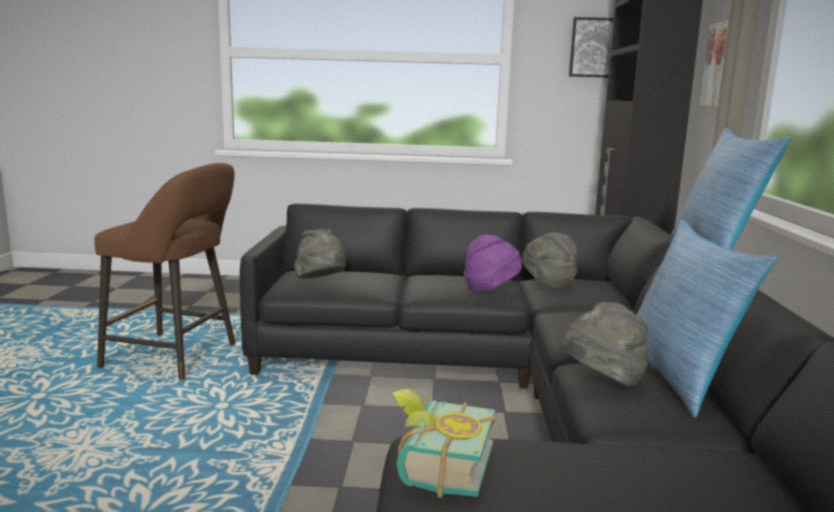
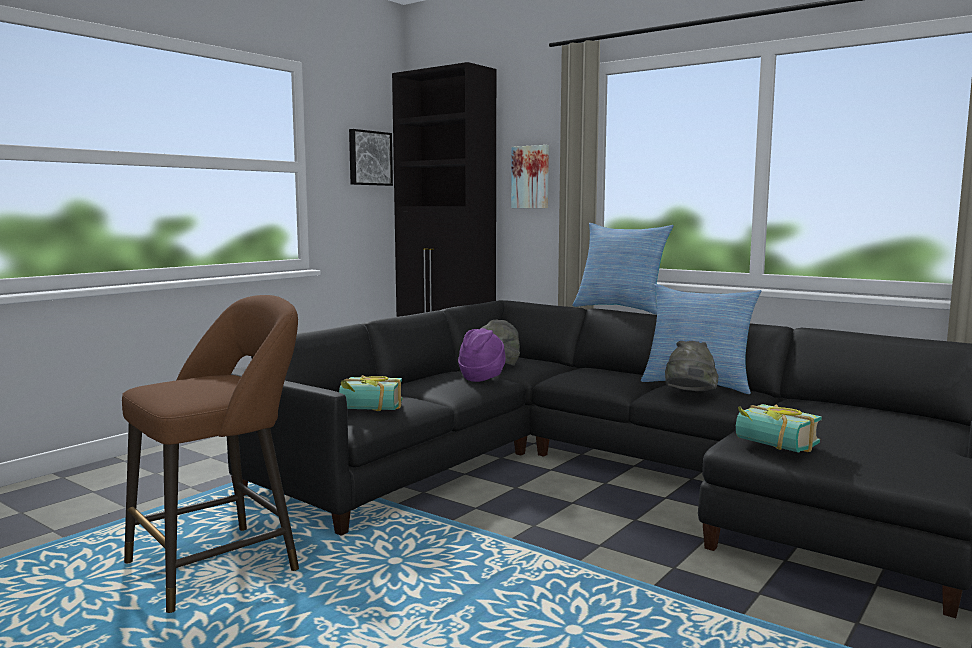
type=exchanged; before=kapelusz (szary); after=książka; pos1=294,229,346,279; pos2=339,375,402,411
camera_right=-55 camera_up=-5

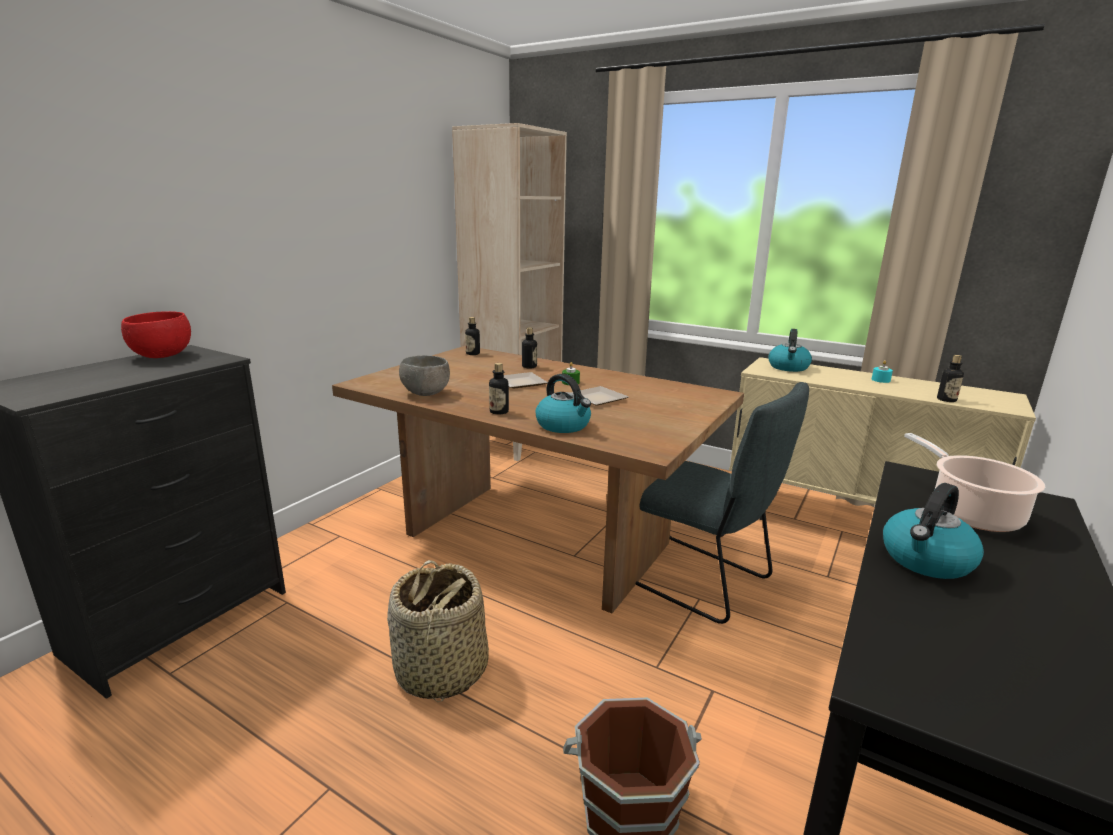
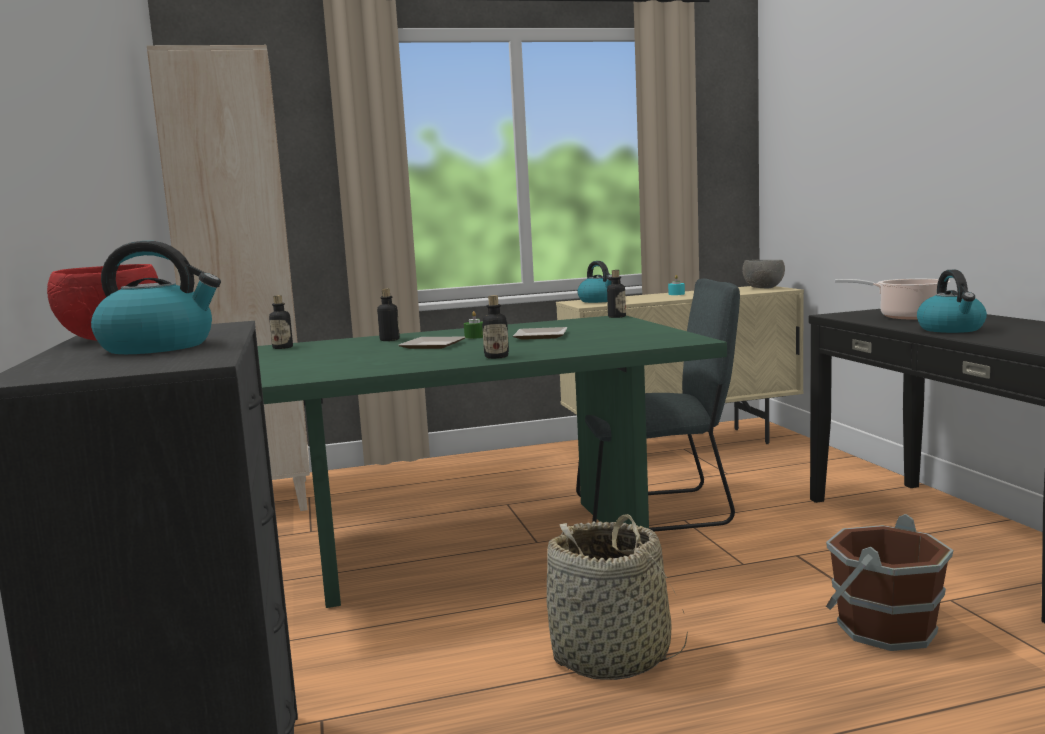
type=colour; before=stół jadalny (brązowy); after=stół jadalny (zielony); pos1=332,346,744,613; pos2=257,316,727,608
type=relocated; before=miska (szary); pos1=399,355,450,396; pos2=743,260,785,289
type=relocated; before=czajnik; pos1=536,374,591,433; pos2=91,241,221,354
type=relocated; before=butelka; pos1=937,355,964,402; pos2=607,270,626,318
camera_right=-45 camera_up=-10

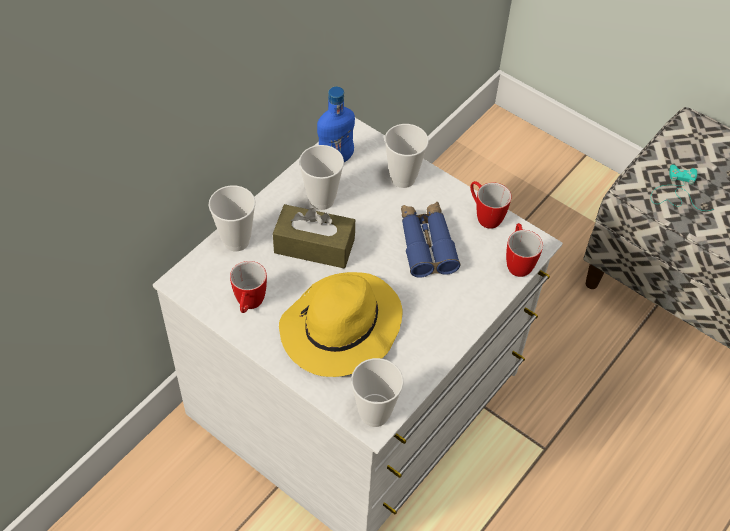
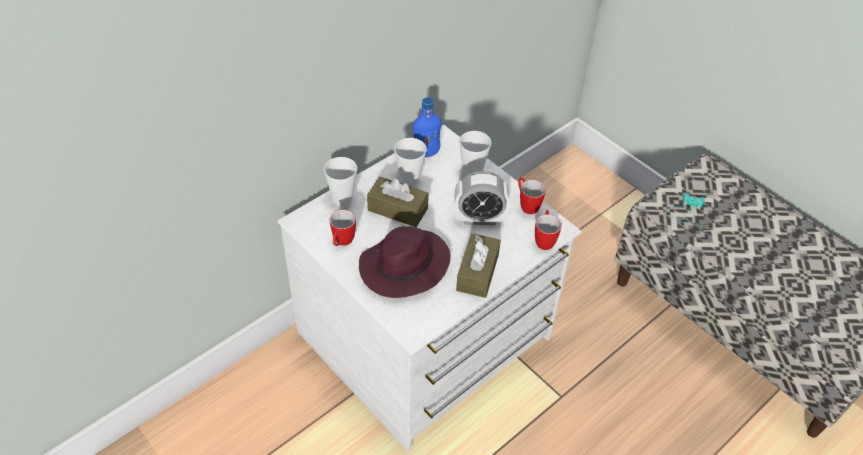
type=colour; before=kapelusz (żółty); after=kapelusz (fioletowy); pos1=279,272,402,377; pos2=359,226,451,298
type=missing; before=filiżanka; pos1=351,358,404,427
type=exchanged; before=lornetka (niebieski); after=budzik; pos1=401,202,461,278; pos2=455,171,510,225
type=appeared; after=pudełko chusteczek (brązowy); pos2=456,233,501,298
camera_right=10 camera_up=-5

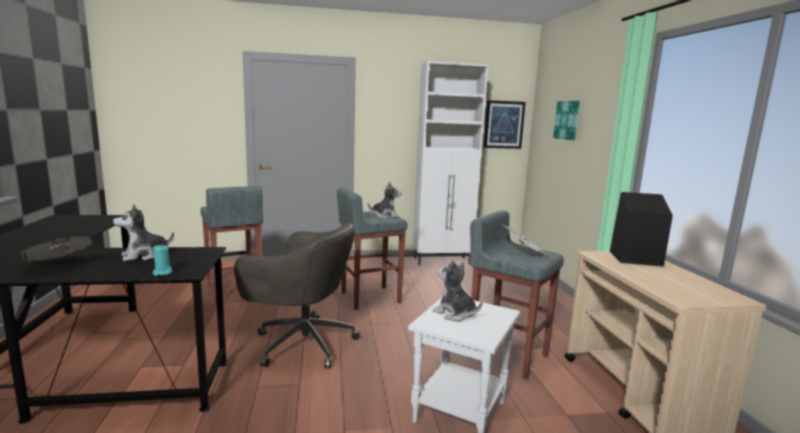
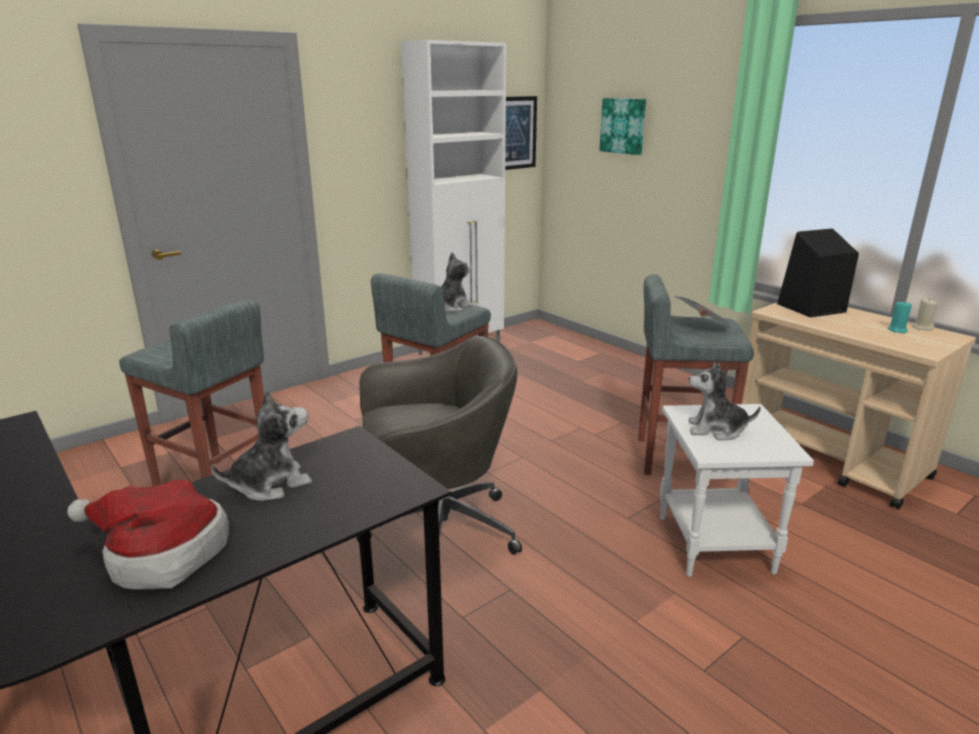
type=exchanged; before=gazeta; after=kapelusz; pos1=20,236,93,261; pos2=67,480,229,590
type=spun; before=pluszak; pos1=113,204,174,261; pos2=211,389,312,501; turn=-150
type=relocated; before=świeca (turkusowy); pos1=153,244,173,276; pos2=888,301,912,334
type=appeared; after=świeca (beżowy); pos2=912,299,938,330
camera_right=-30 camera_up=10

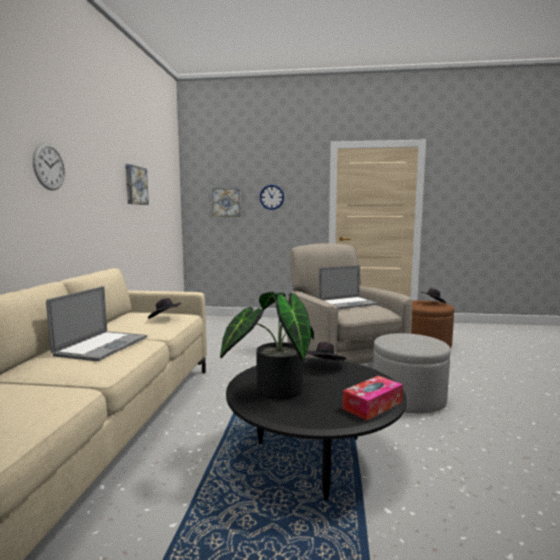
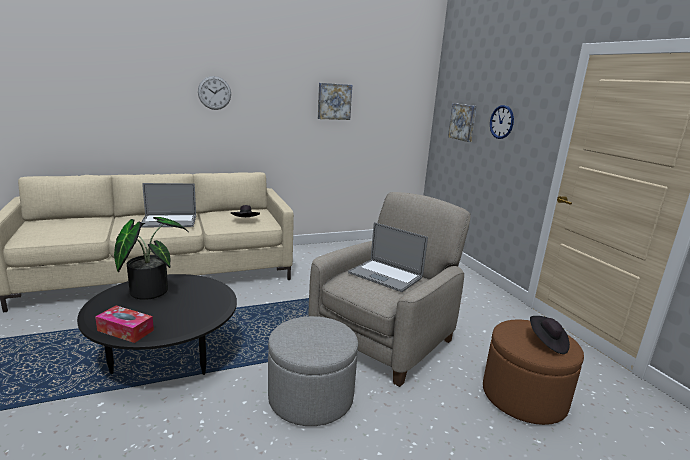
type=missing; before=kapelusz (czarny); pos1=307,342,346,361
camera_right=60 camera_up=10

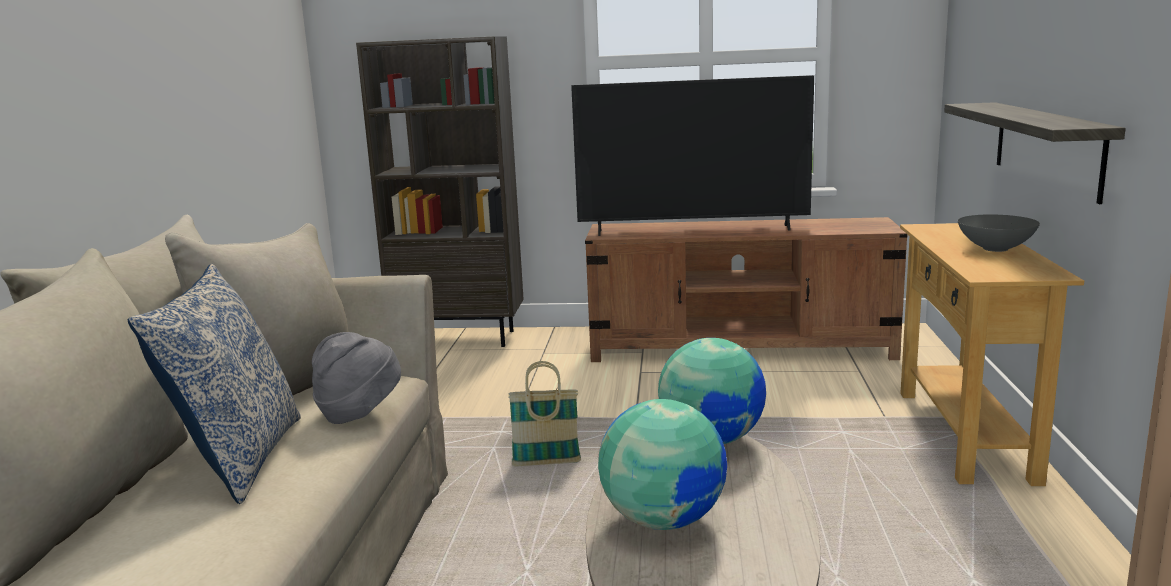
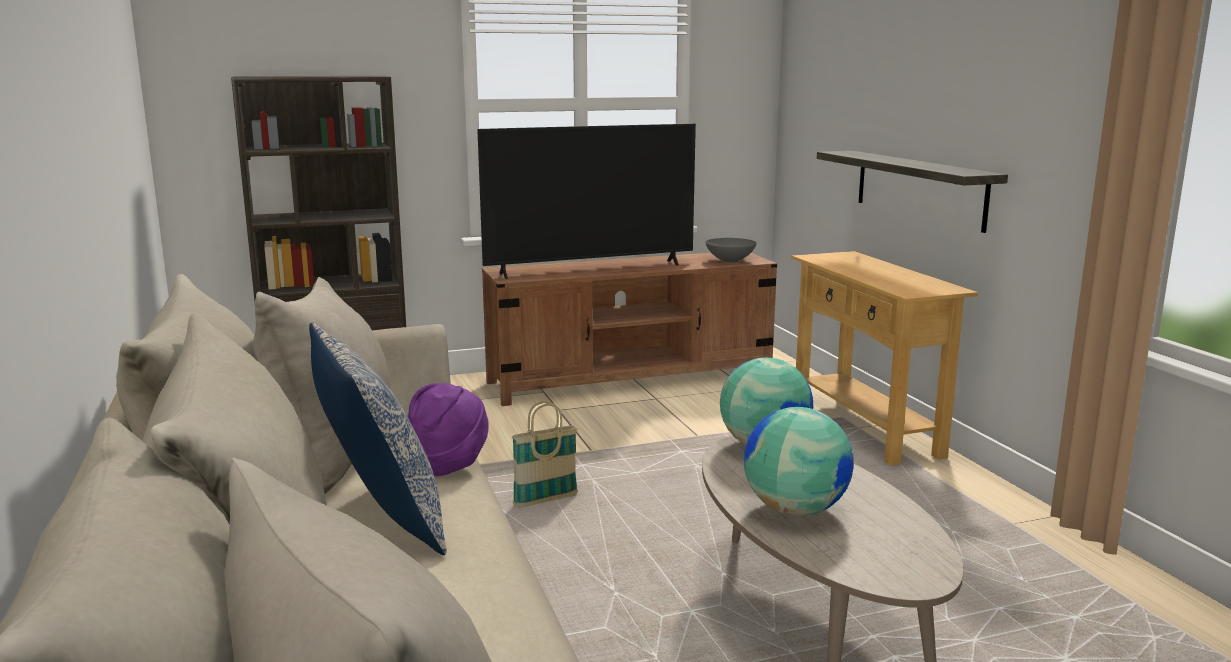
type=colour; before=kapelusz (szary); after=kapelusz (fioletowy); pos1=312,332,401,424; pos2=407,383,489,476
type=relocated; before=miska (szary); pos1=958,215,1040,252; pos2=705,238,757,263
camera_right=-25 camera_up=0

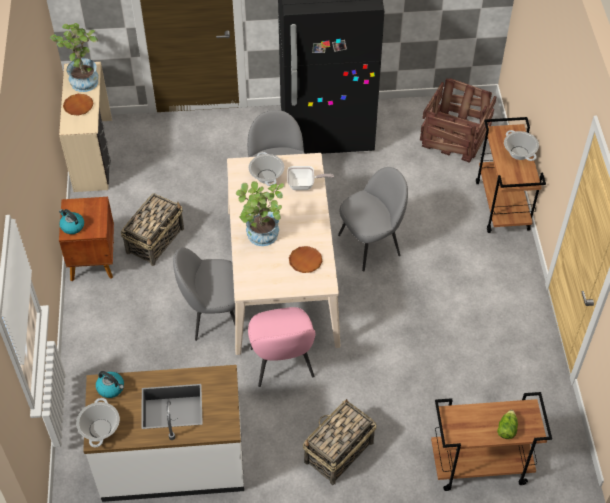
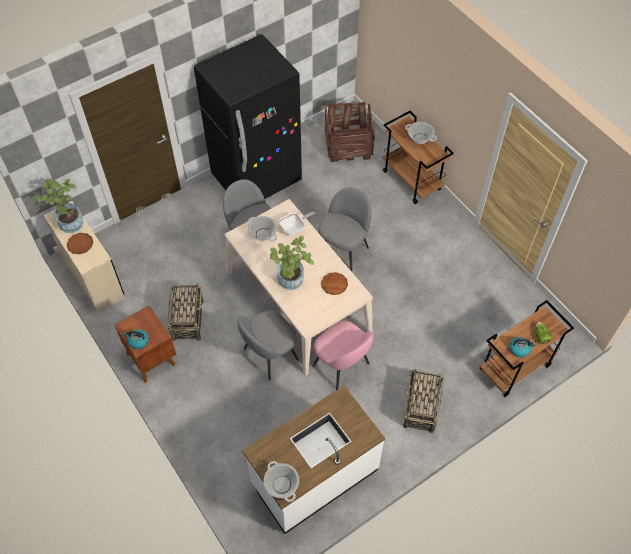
type=relocated; before=czajnik; pos1=96,371,124,398; pos2=510,337,536,357
camera_right=-30 camera_up=5

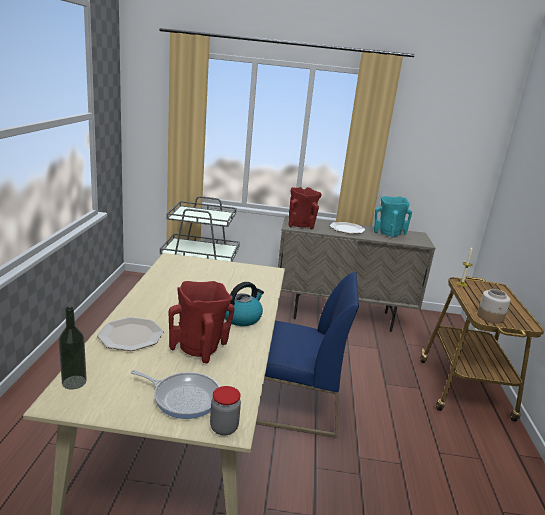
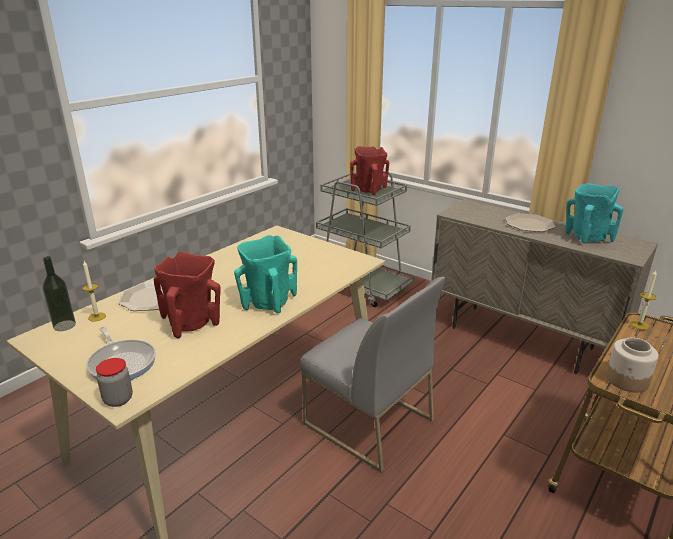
type=exchanged; before=czajnik; after=wazon (turkusowy); pos1=225,282,264,326; pos2=234,235,297,314
type=colour; before=krzesło (niebieski); after=krzesło (szary); pos1=256,272,359,438; pos2=300,277,445,473
type=relocated; before=wazon (czerwony); pos1=288,187,322,229; pos2=350,146,389,195
type=appeared; after=świeca; pos2=82,261,106,322
camera_right=35 camera_up=5

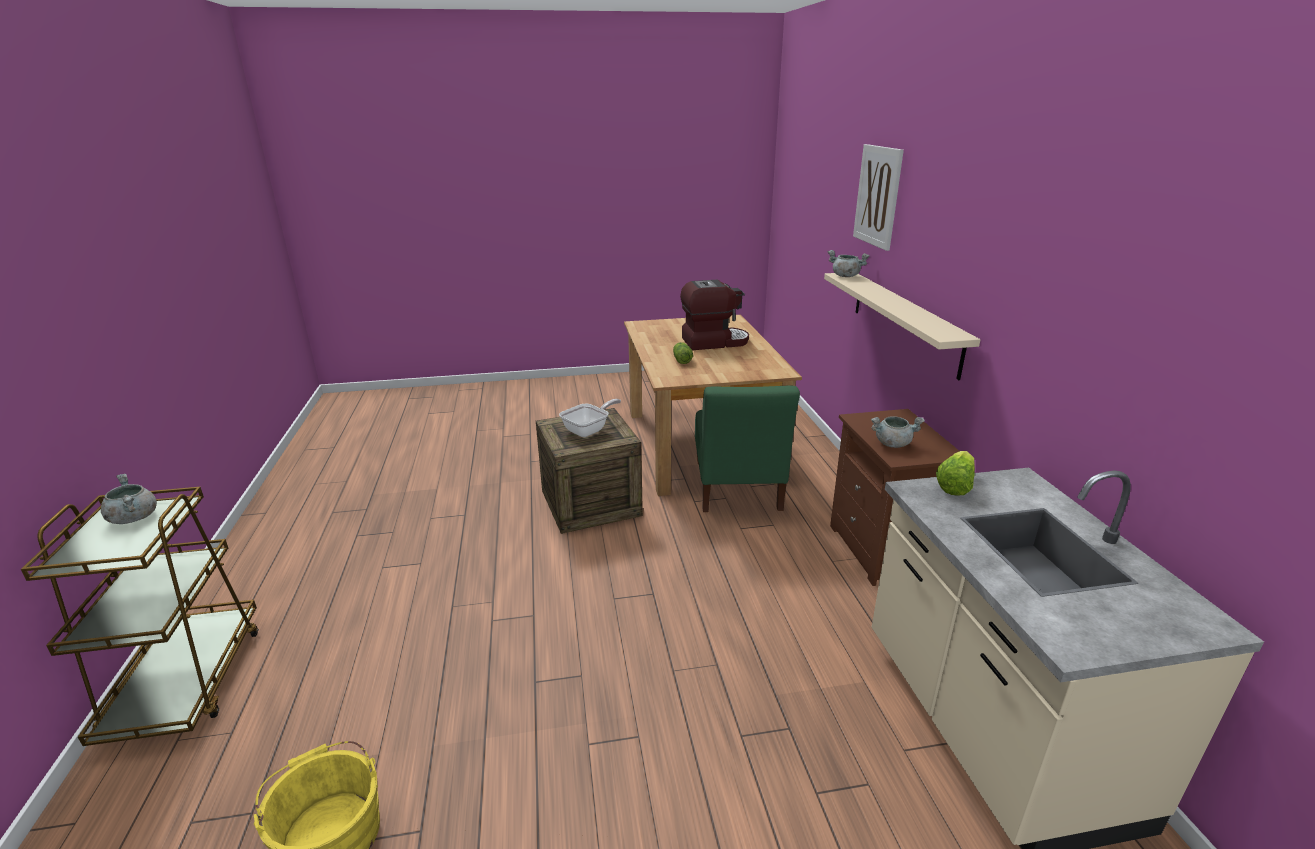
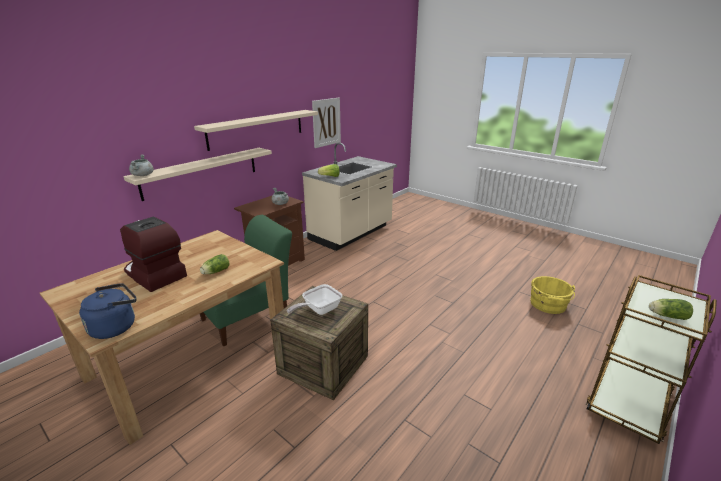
type=exchanged; before=garnek (szary); after=sałata; pos1=101,474,157,524; pos2=649,299,693,320
type=spun; before=patelnia; pos1=559,399,621,437; pos2=287,284,342,315; turn=-45
type=relocated; before=obraz; pos1=853,144,904,251; pos2=312,98,341,148
type=appeared; after=czajnik (niebieski); pos2=79,283,137,339
type=appeared; after=półka (beżowy); pos2=194,110,318,151
camera_right=-130 camera_up=0

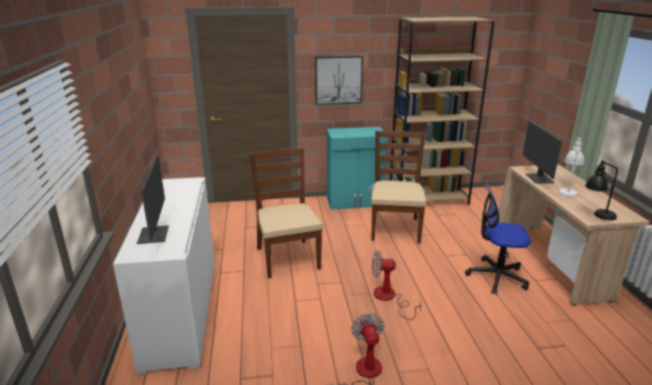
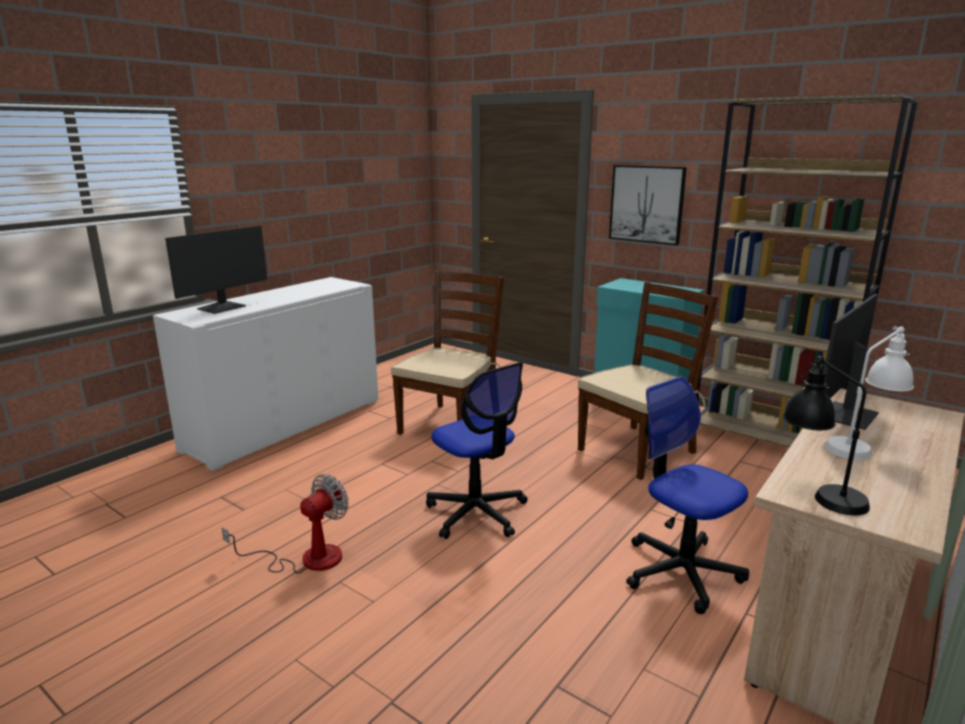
type=exchanged; before=wentylator; after=krzesło biurowe; pos1=372,251,421,320; pos2=426,362,528,539
camera_right=45 camera_up=-5

